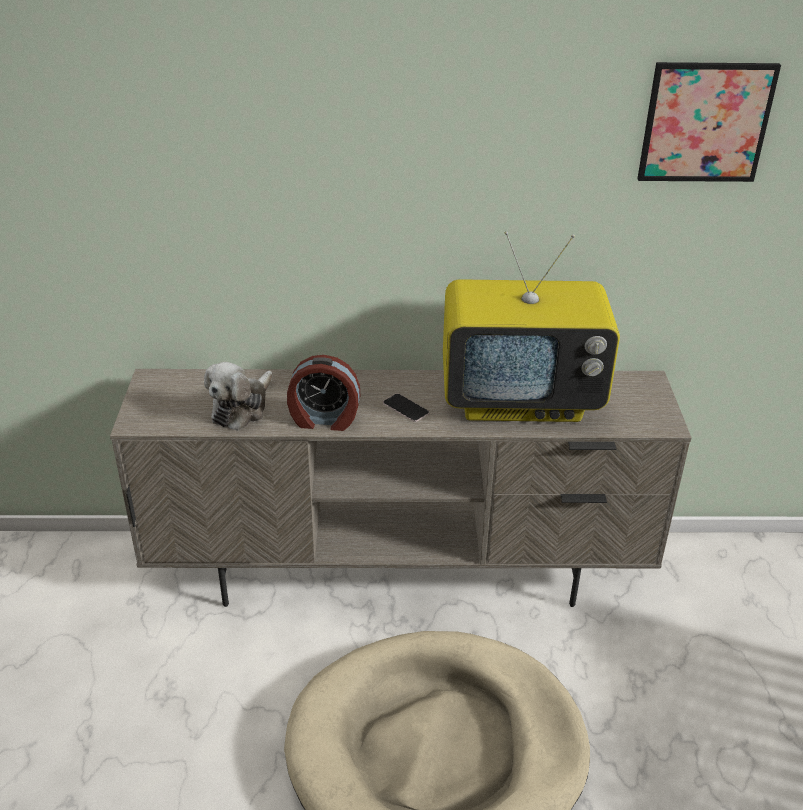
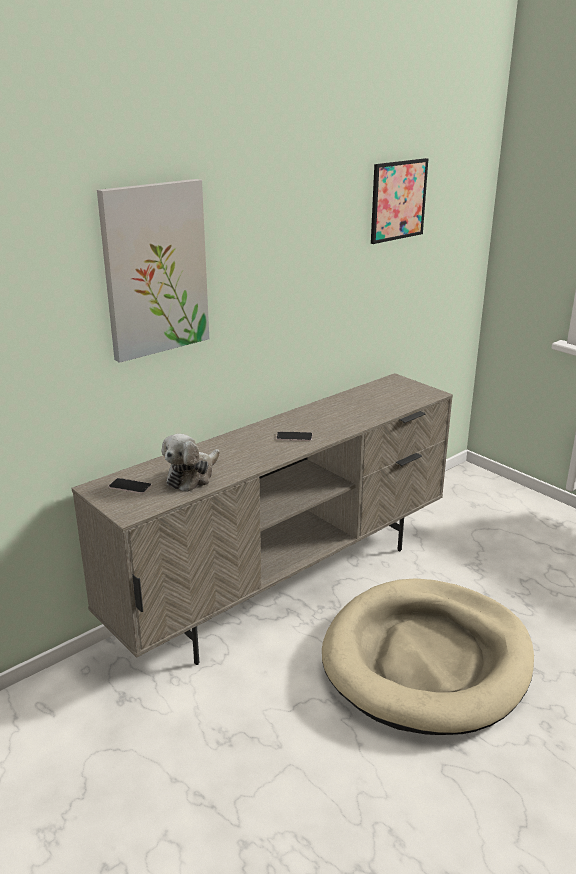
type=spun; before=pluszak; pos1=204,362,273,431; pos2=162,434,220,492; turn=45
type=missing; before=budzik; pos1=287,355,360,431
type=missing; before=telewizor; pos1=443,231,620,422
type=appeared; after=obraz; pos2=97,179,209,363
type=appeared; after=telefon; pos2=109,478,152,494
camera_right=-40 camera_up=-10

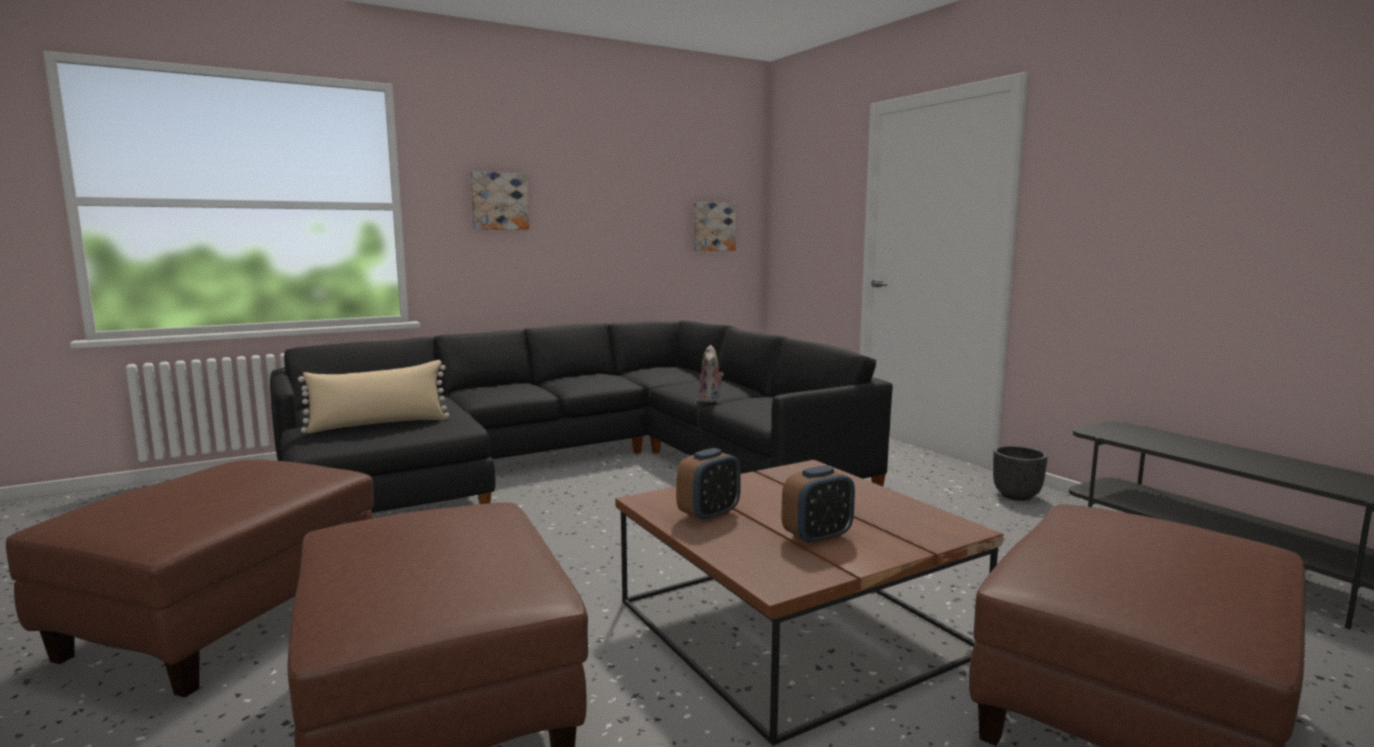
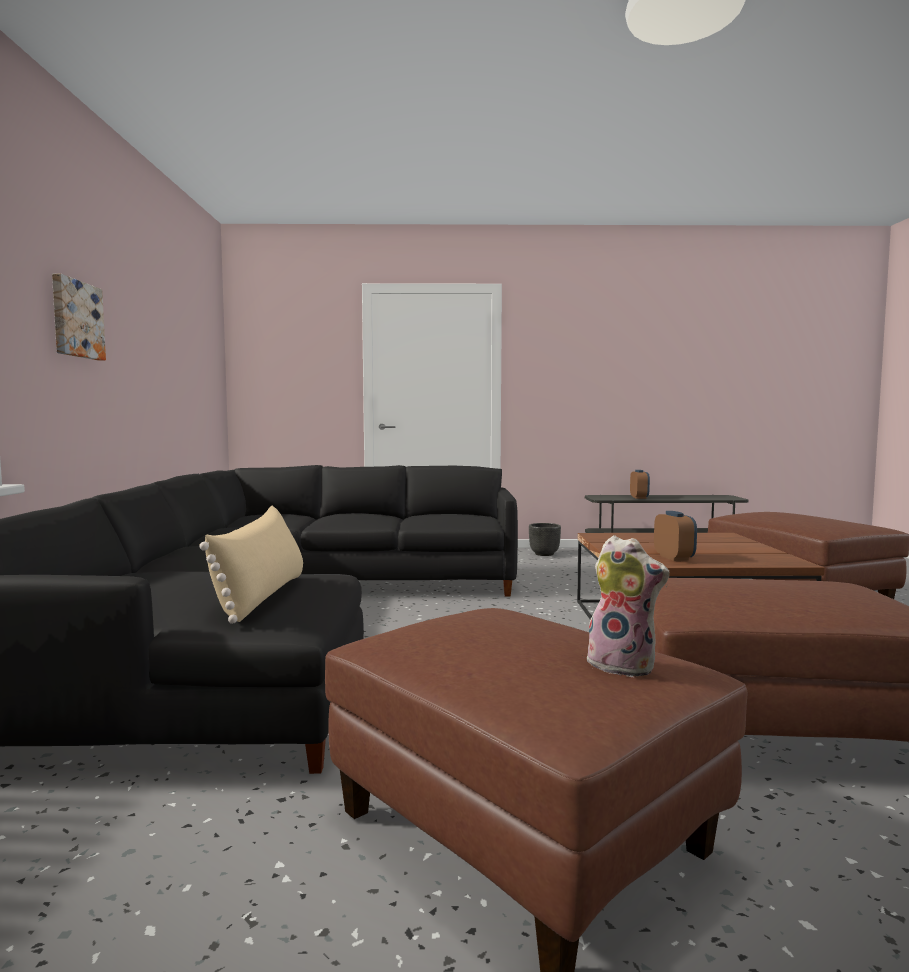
type=missing; before=obraz; pos1=694,202,736,251
type=relocated; before=pluszak; pos1=699,345,724,402; pos2=579,535,670,677
type=relocated; before=budzik; pos1=781,466,855,546; pos2=630,470,650,499
camera_right=-60 camera_up=-5

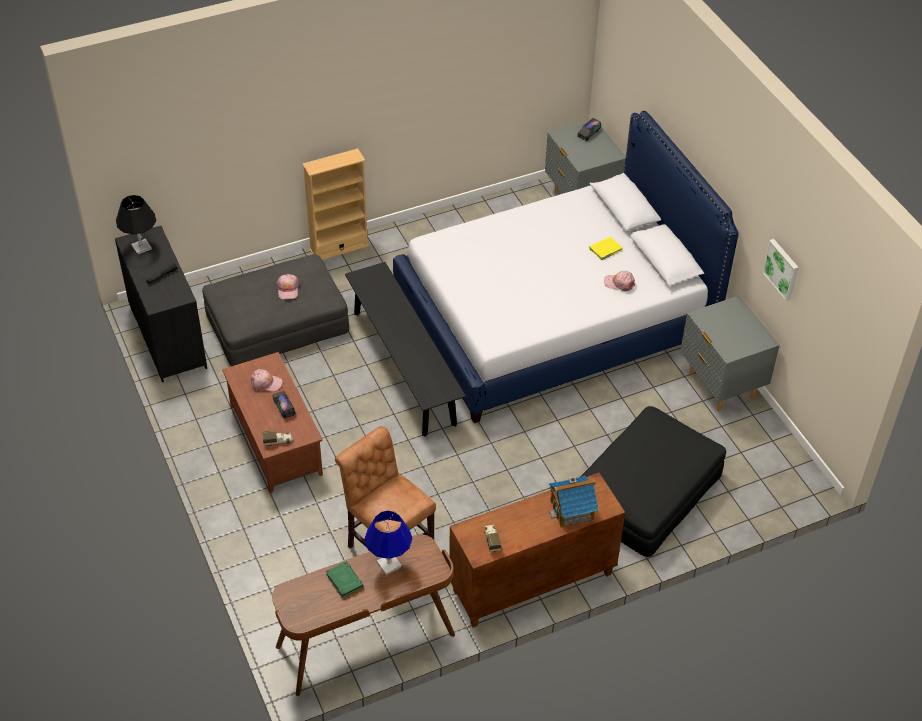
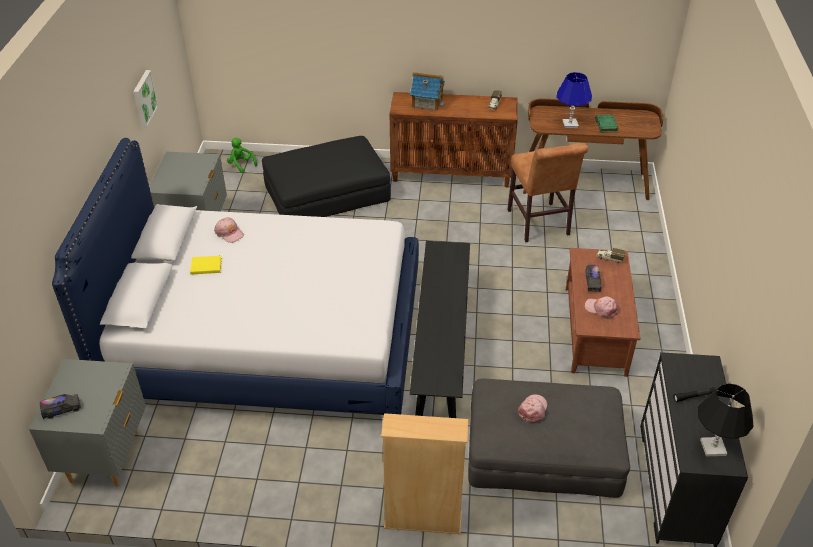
type=appeared; after=pluszak (zielony); pos2=227,138,257,173
camera_right=-150 camera_up=-5

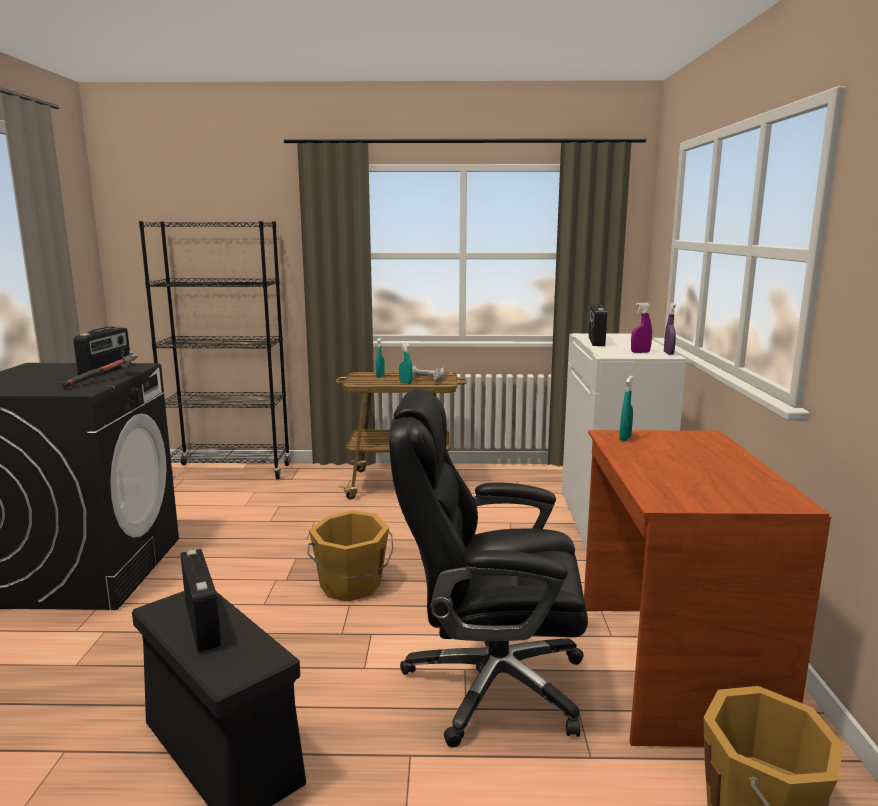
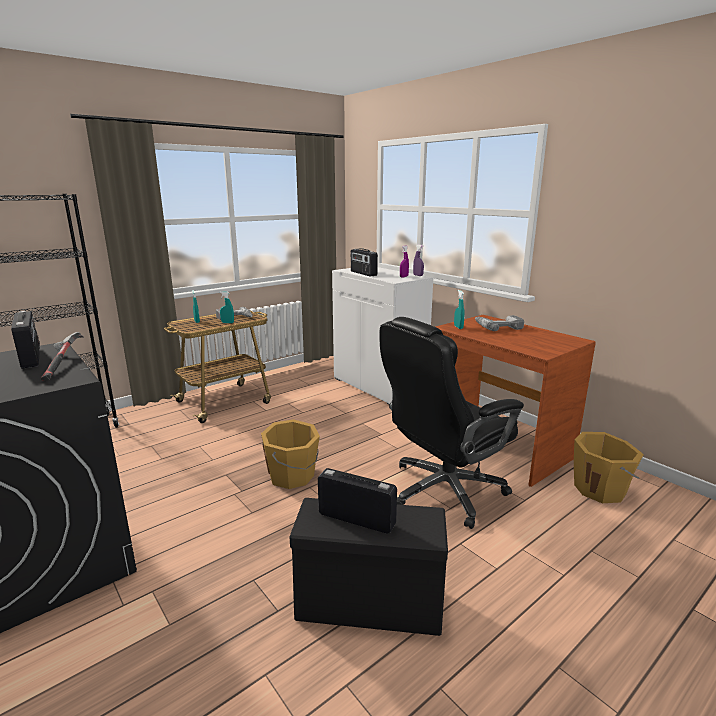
type=appeared; after=wiertarka; pos2=475,315,524,331
camera_right=-40 camera_up=5

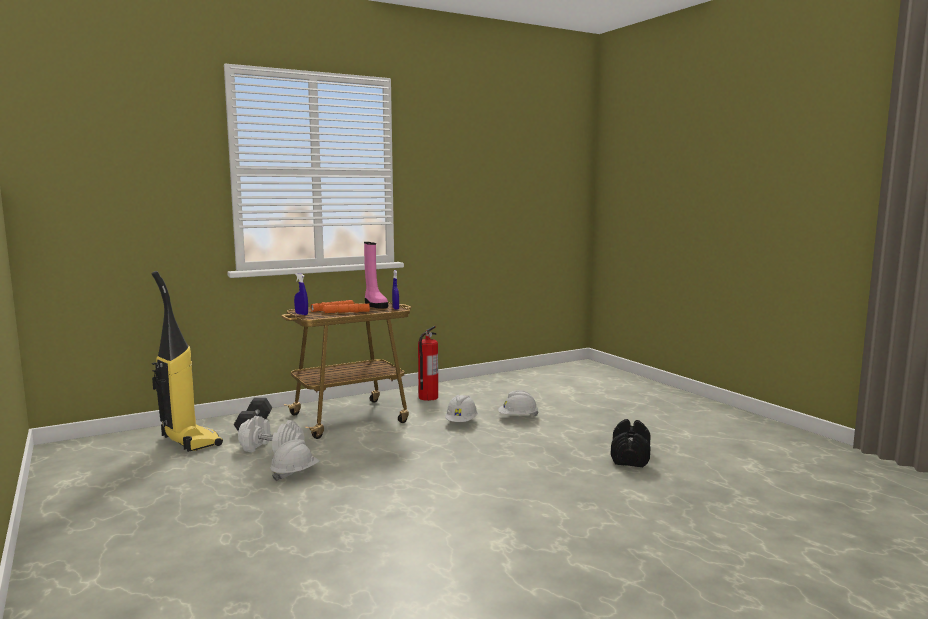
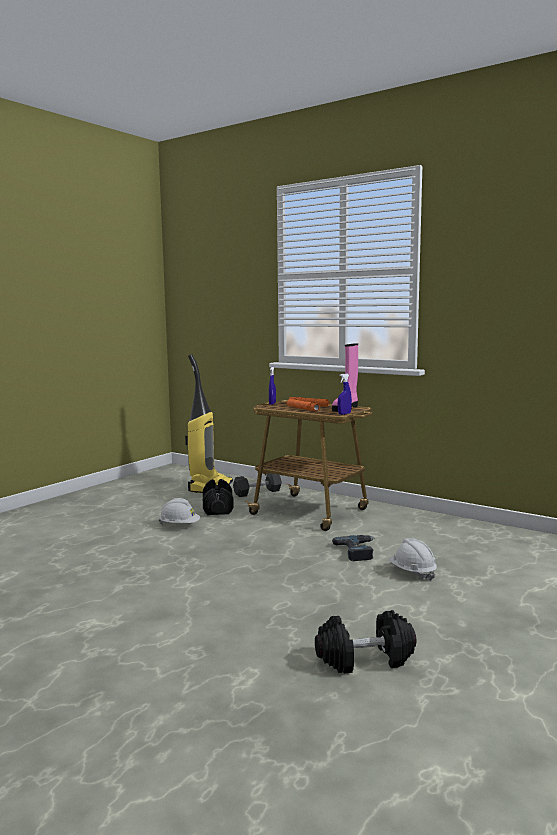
type=colour; before=hantel (biały); after=hantel (czarny); pos1=238,416,305,454; pos2=203,479,234,515
type=missing; before=gaśnica; pos1=418,326,438,401
type=exchanged; before=kask (biały); after=wiertarka; pos1=445,395,478,422; pos2=332,535,374,561
camera_right=65 camera_up=0

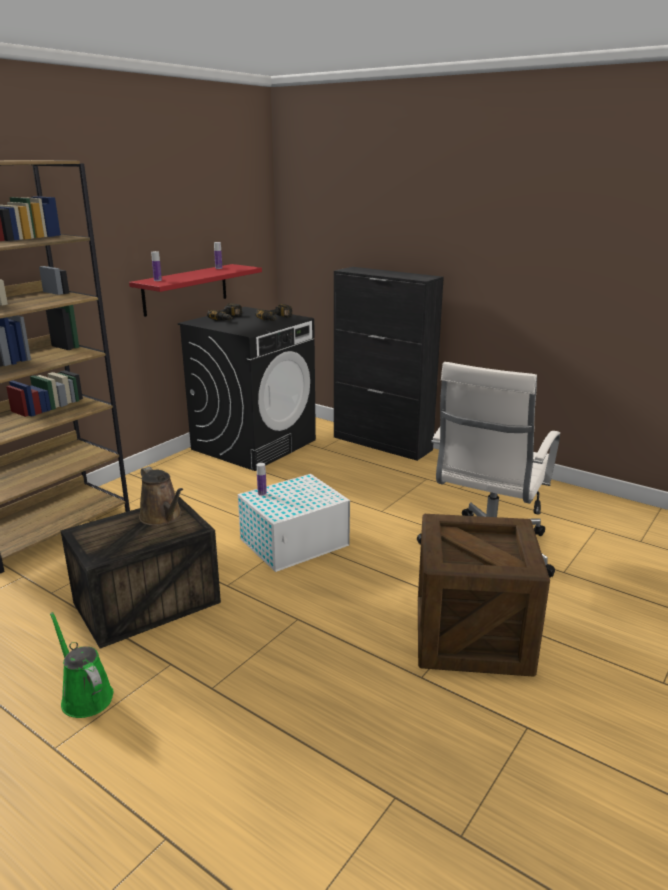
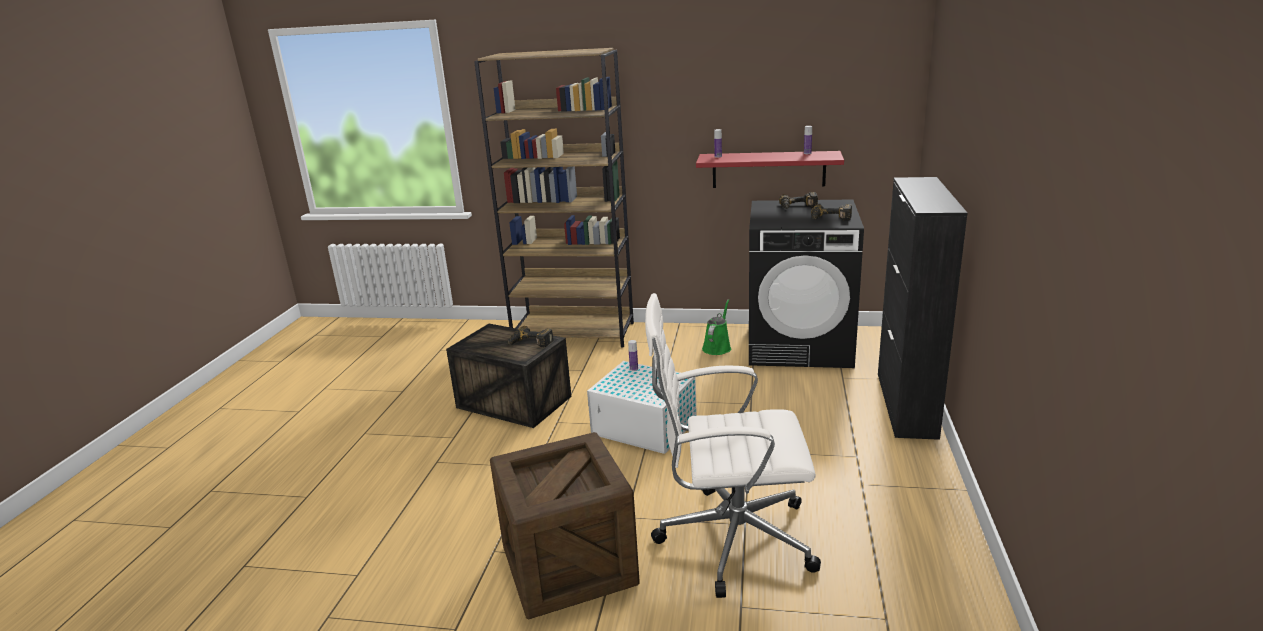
type=relocated; before=konewka (zielony); pos1=50,612,113,718; pos2=702,299,731,355
type=exchanged; before=konewka (brązowy); after=wiertarka; pos1=139,467,183,526; pos2=507,326,554,347
camera_right=65 camera_up=0

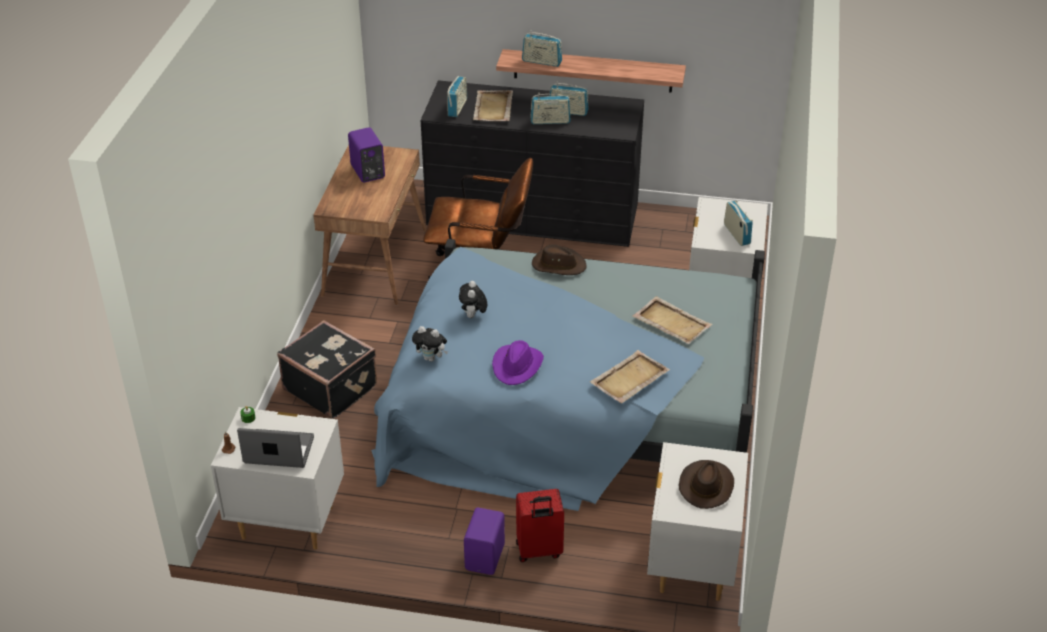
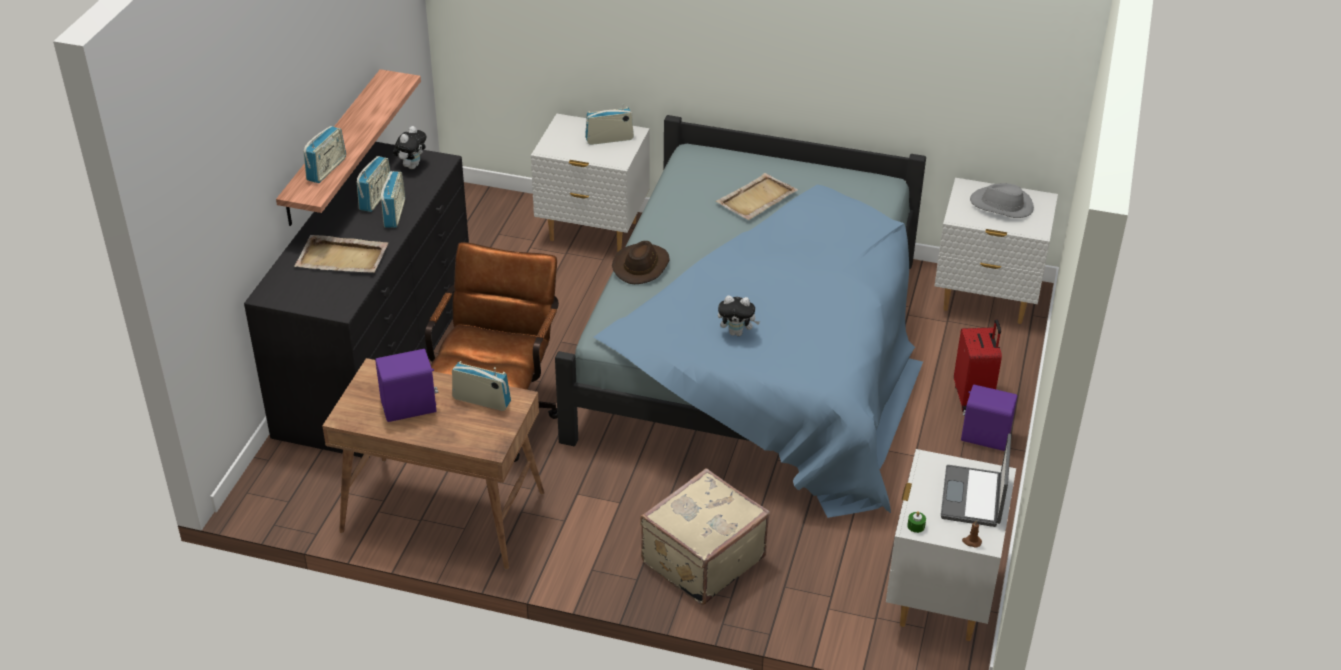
type=colour; before=walizka (czarny); after=walizka (beżowy); pos1=277,320,377,419; pos2=640,468,770,605
type=relocated; before=pluszak; pos1=412,326,448,362; pos2=393,126,427,169
type=relocated; before=radio; pos1=447,76,467,117; pos2=452,361,511,411
type=missing; before=kapelusz (fioletowy); pos1=492,340,544,385
type=missing; before=taca (beżowy); pos1=590,350,670,403
type=colour; before=kapelusz (brązowy); after=kapelusz (szary); pos1=679,460,734,509; pos2=970,183,1034,218
camera_right=-85 camera_up=0

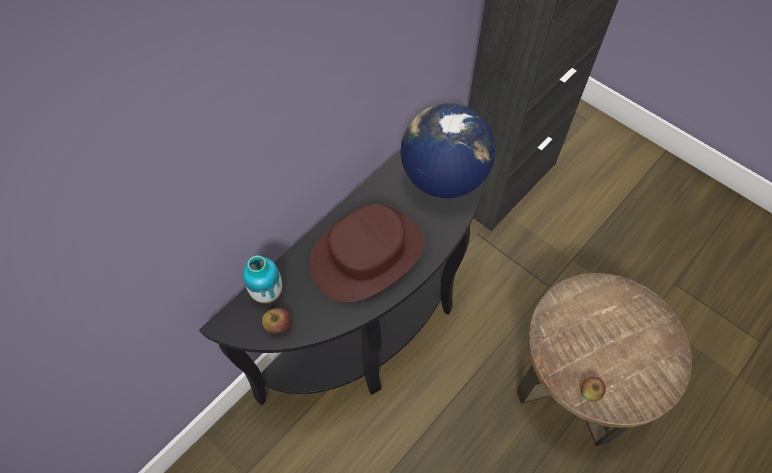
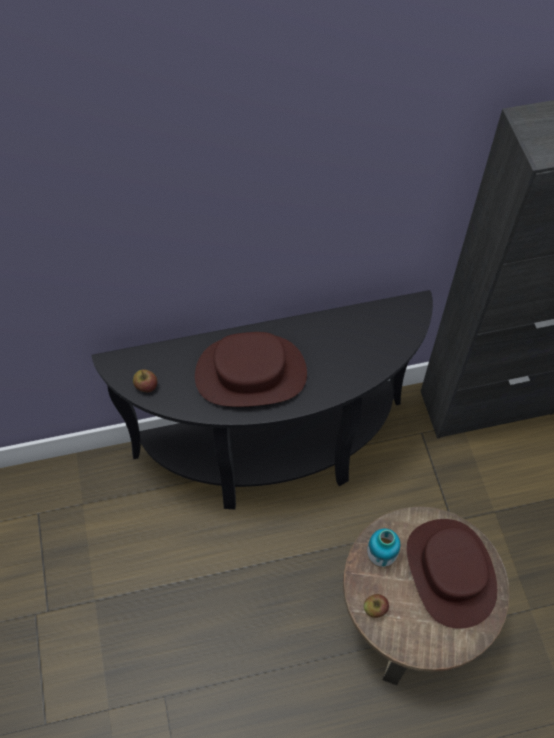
type=relocated; before=wazon; pos1=243,255,282,304; pos2=367,529,400,567
type=missing; before=globus; pos1=401,103,495,198
type=appeared; after=kapelusz (brązowy); pos2=407,519,497,629
camera_right=35 camera_up=0

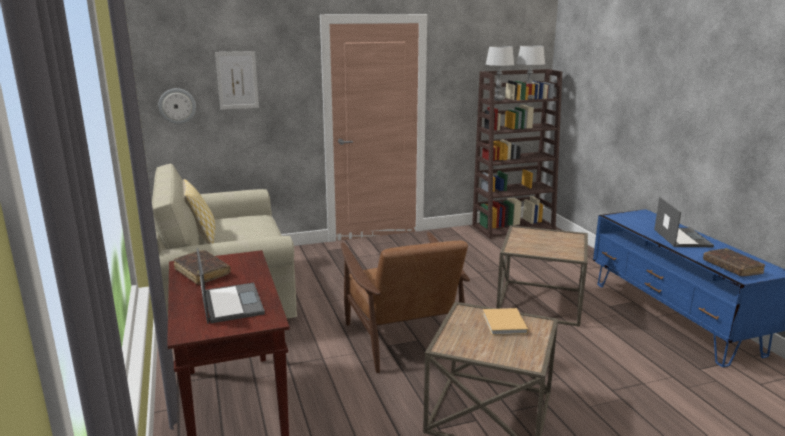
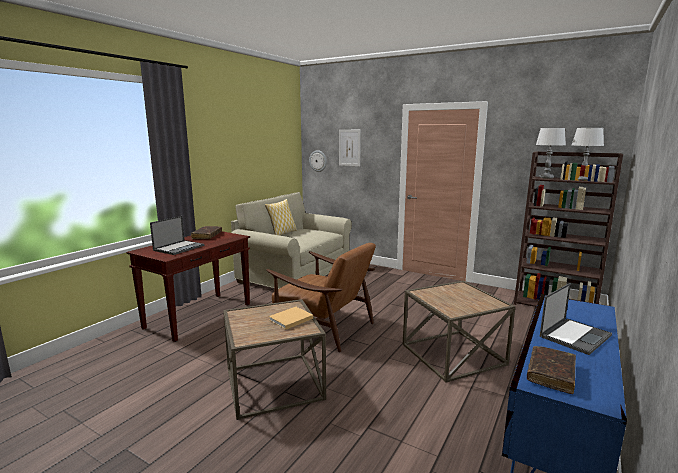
type=spun; before=fotel (brązowy); pos1=341,232,470,373; pos2=266,243,376,352; turn=-90
camera_right=50 camera_up=-5

